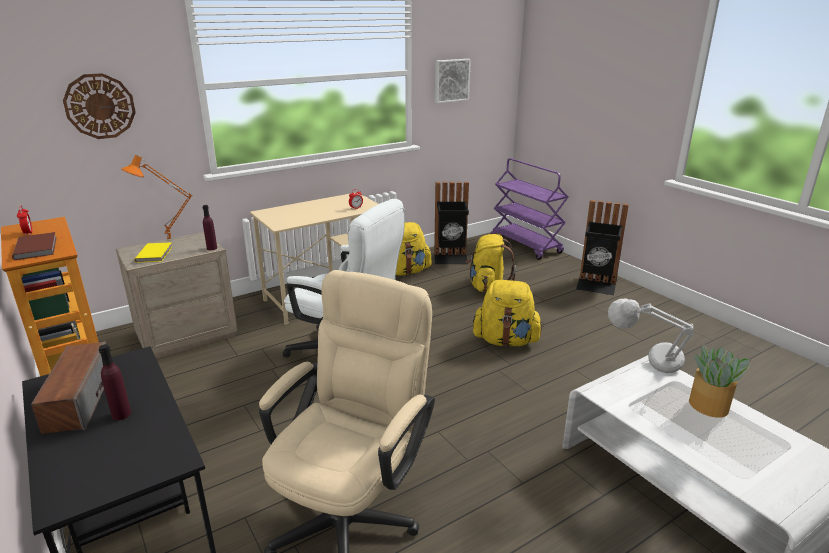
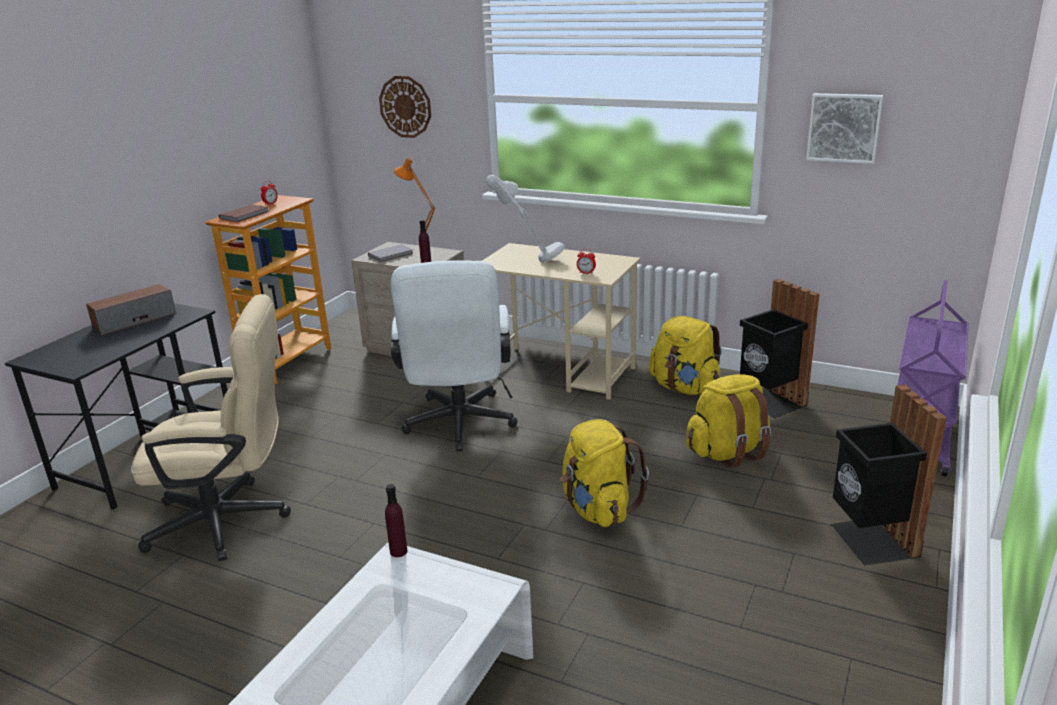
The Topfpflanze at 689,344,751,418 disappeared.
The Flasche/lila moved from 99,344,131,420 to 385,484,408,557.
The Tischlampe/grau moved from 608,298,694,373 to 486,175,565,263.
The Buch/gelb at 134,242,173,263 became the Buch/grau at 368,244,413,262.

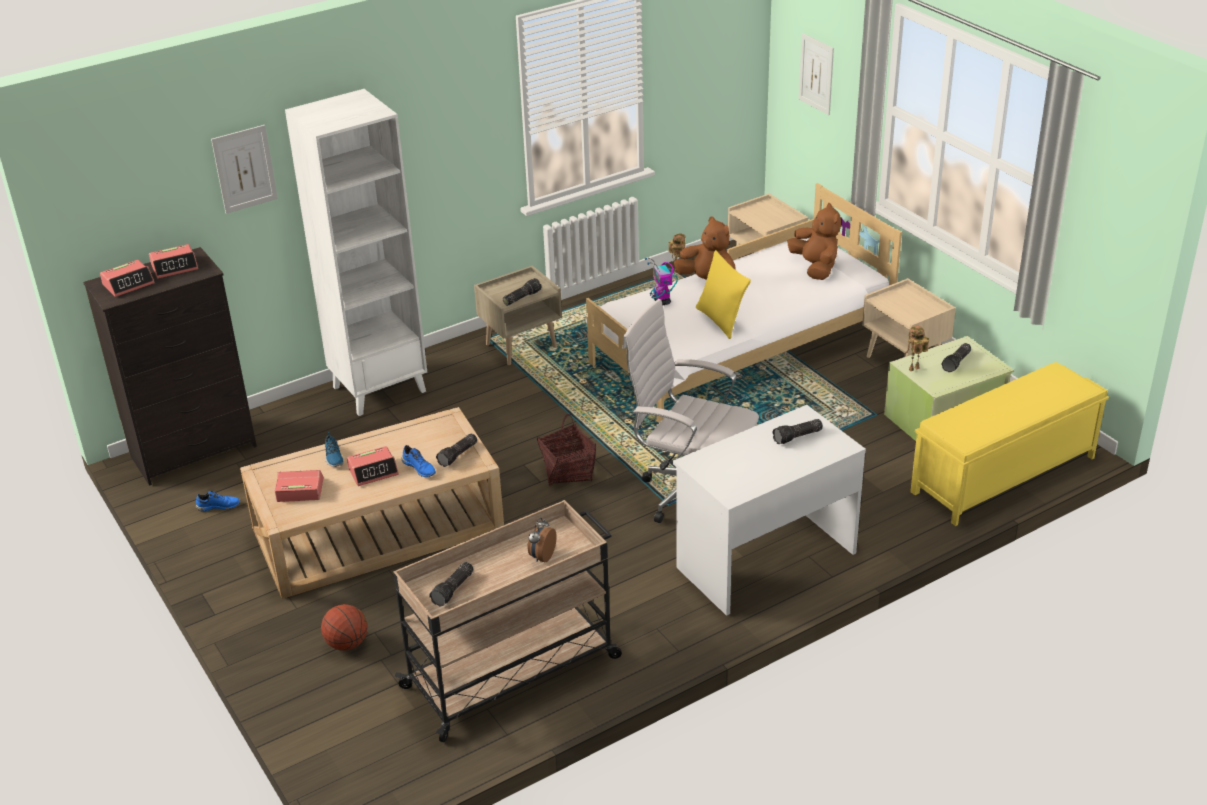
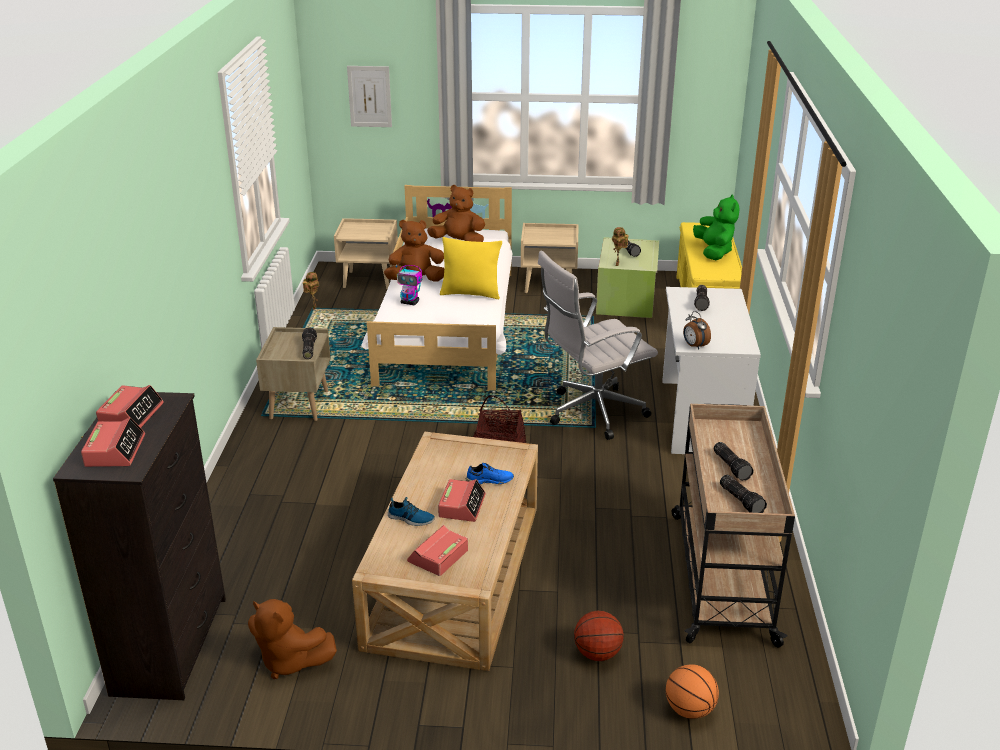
The Bild at 211,125,278,214 disappeared.
The Bücherregal/weiß at 285,89,427,416 disappeared.
The Basketball at 666,664,719,719 appeared.
The Plüschtier/grün at 693,195,740,260 appeared.
The Taschenlampe moved from 436,434,477,467 to 713,442,754,481.
The Wecker moved from 527,518,557,562 to 683,311,711,350.
The Schuh/blau at 196,491,240,511 was replaced by the Plüschtier/braun at 248,599,337,679.

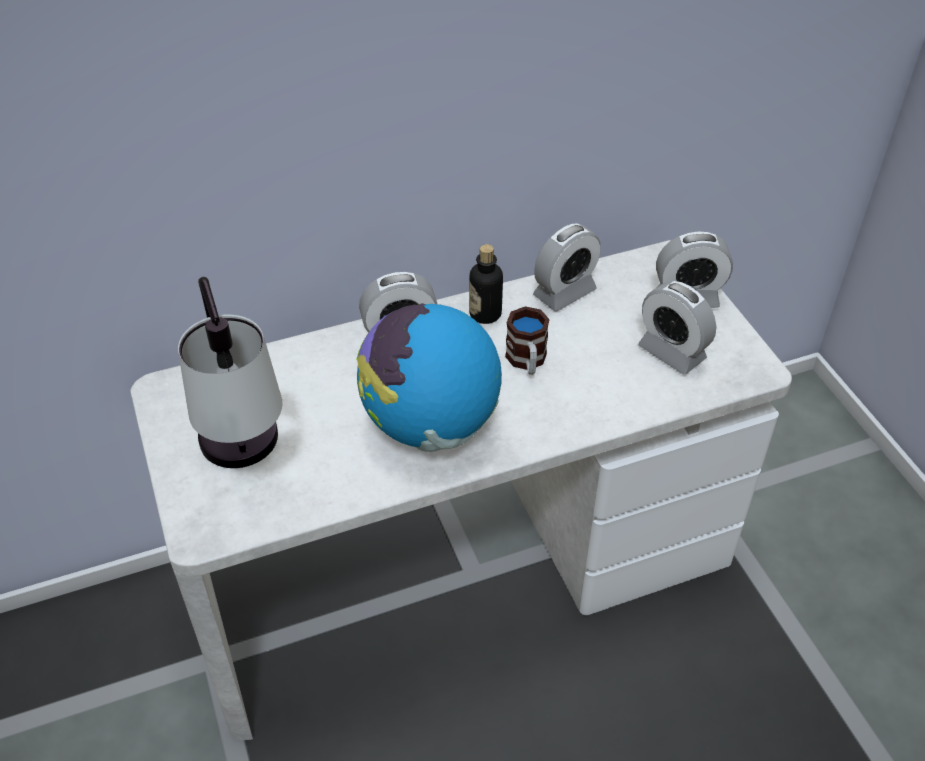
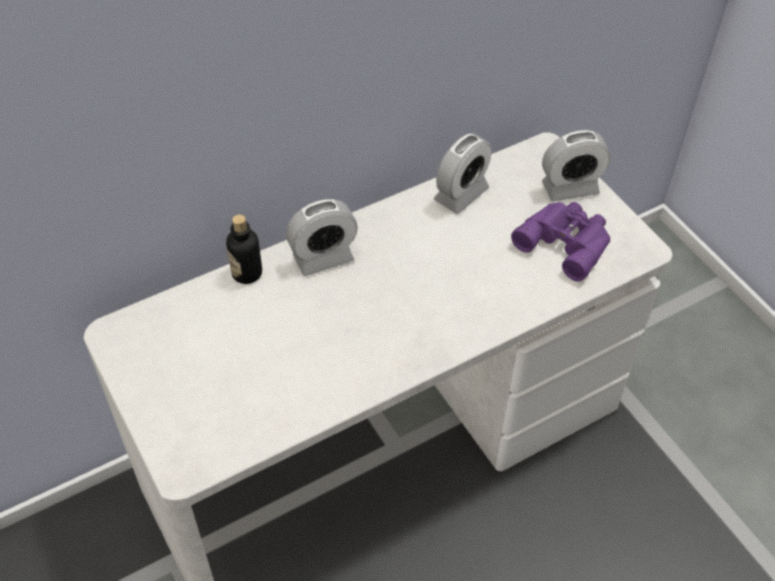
The Tischlampe at 178,277,282,468 disappeared.
The Globus at 356,303,502,452 disappeared.
The Henkelbecher at 505,306,550,375 disappeared.
The Flasche moved from 469,244,503,324 to 226,214,262,284.
The Wecker at 638,281,716,375 was replaced by the Fernglas/lila at 511,202,610,281.

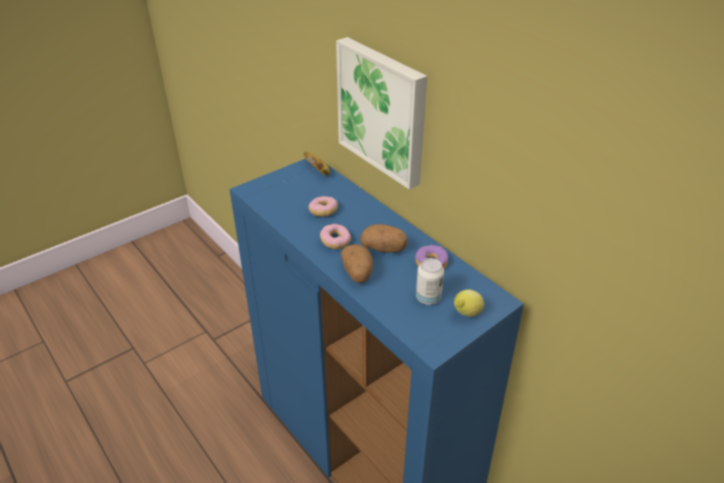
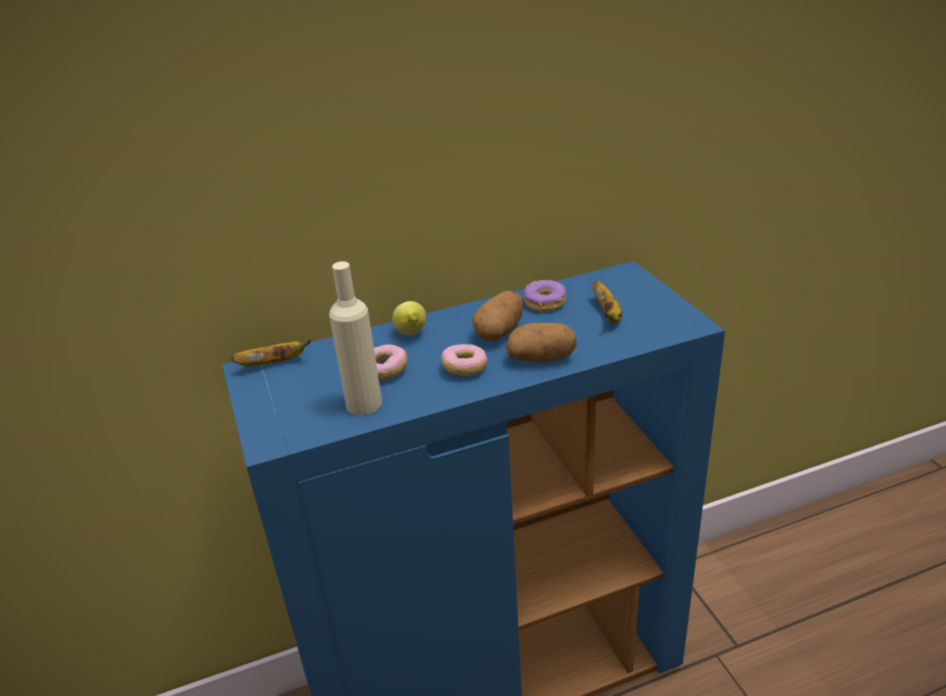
The Bild at 336,37,427,190 disappeared.
The Flasche/beige at 329,261,382,415 appeared.
The Zitrone moved from 454,289,484,317 to 392,301,426,335.
The Dose at 416,258,444,305 was replaced by the Banane at 593,281,622,324.

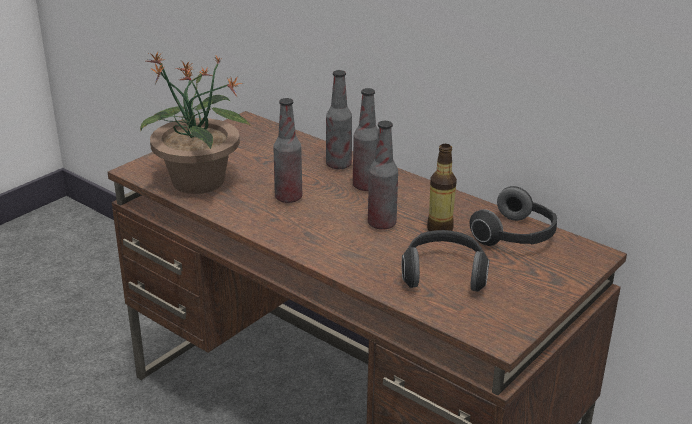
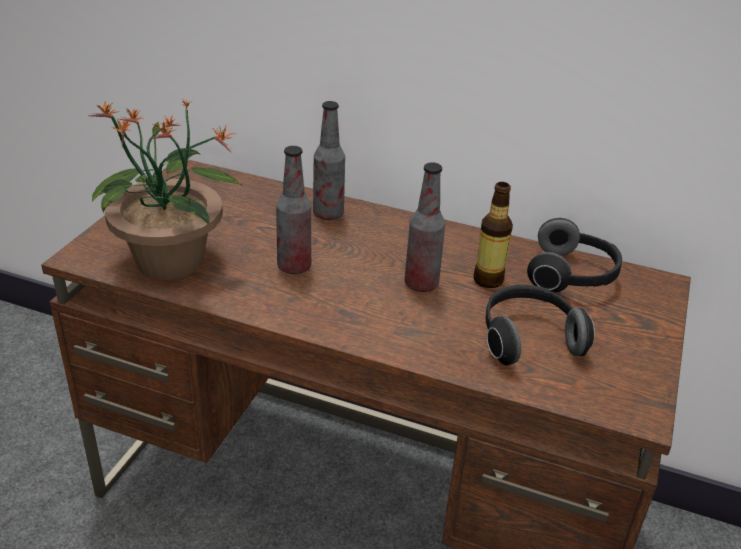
The Flasche at 353,88,378,191 disappeared.

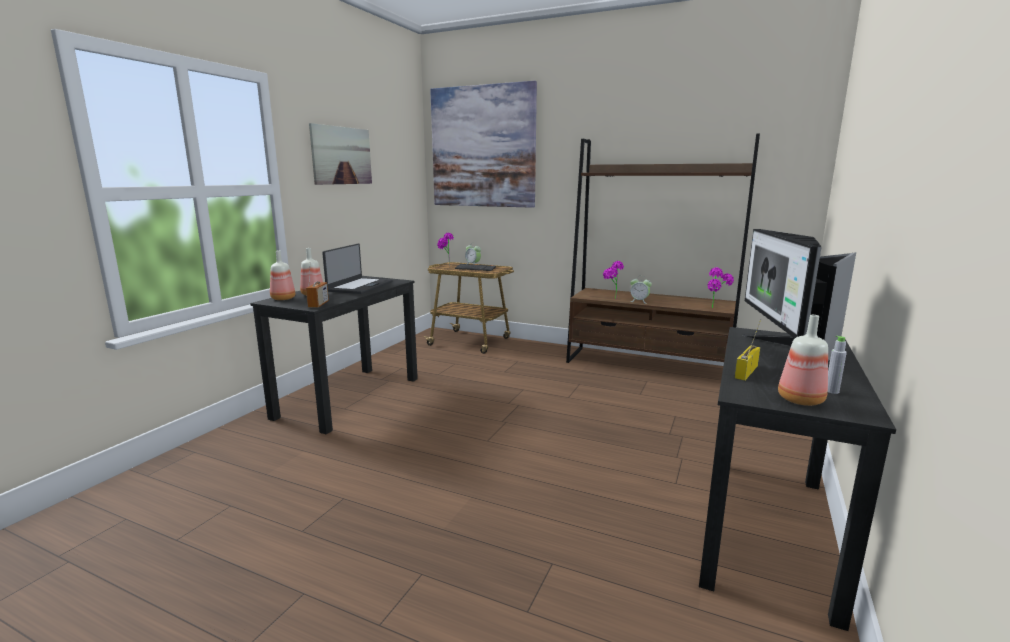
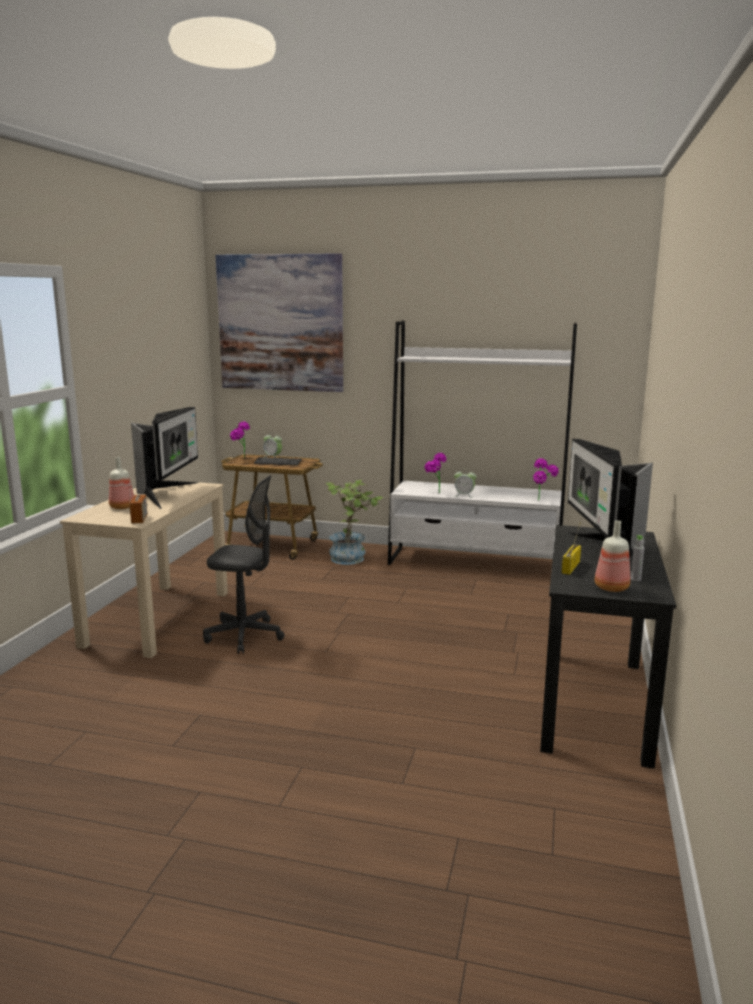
The Flasche at 270,251,295,300 disappeared.
The Bild at 309,123,372,185 disappeared.
The Bürostuhl/grau at 203,475,285,654 appeared.
The Topfpflanze at 325,480,383,565 appeared.
The Laptop at 322,243,393,294 was replaced by the Monitor at 131,407,198,509.
The Schreibtisch/schwarz at 250,276,418,435 became the Schreibtisch/beige at 60,480,228,658.
The Bücherregal/braun at 566,133,760,363 became the Bücherregal/weiß at 388,320,577,565.

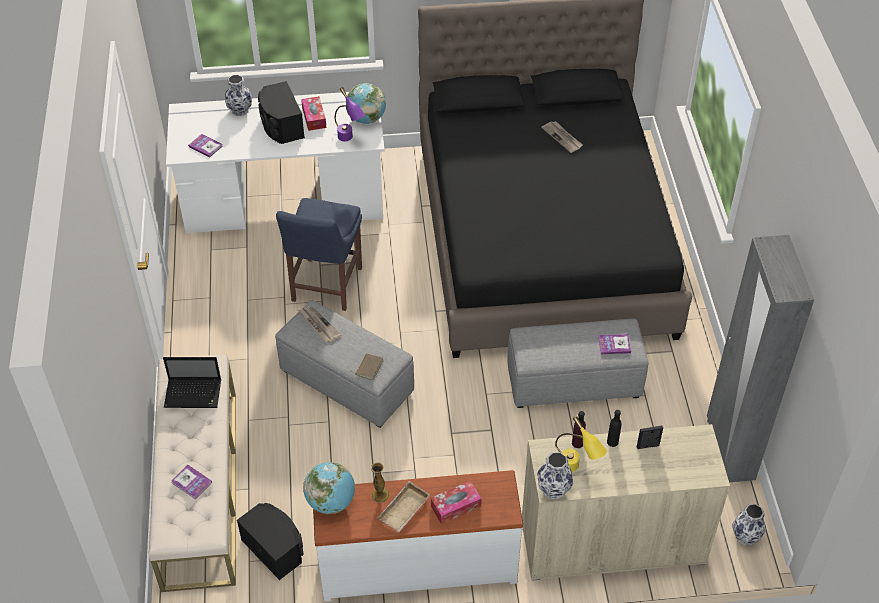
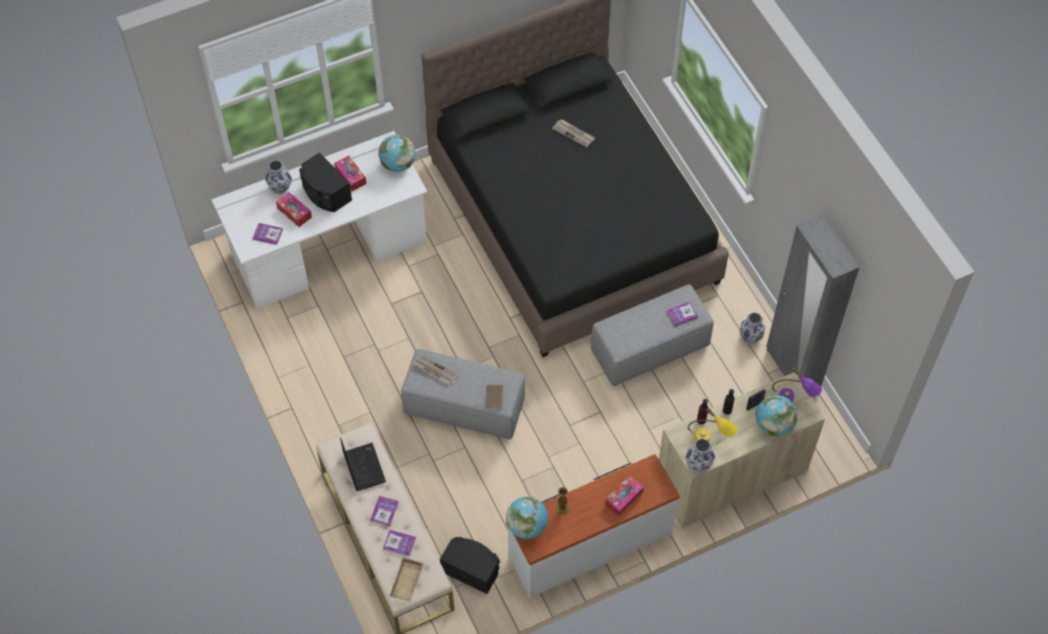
The Stuhl/blau at 276,198,362,311 disappeared.
The Taschentuchbox at 276,192,312,227 appeared.
The Buch at 370,496,399,526 appeared.
The Globus at 756,395,798,436 appeared.
The Tischlampe/lila moved from 335,87,365,141 to 772,367,822,402.
The Tablett/beige moved from 377,481,431,532 to 389,557,424,602.
The Vase moved from 732,504,766,546 to 739,312,765,344.
The Laptop at 163,357,221,408 turned 90 degrees counterclockwise.

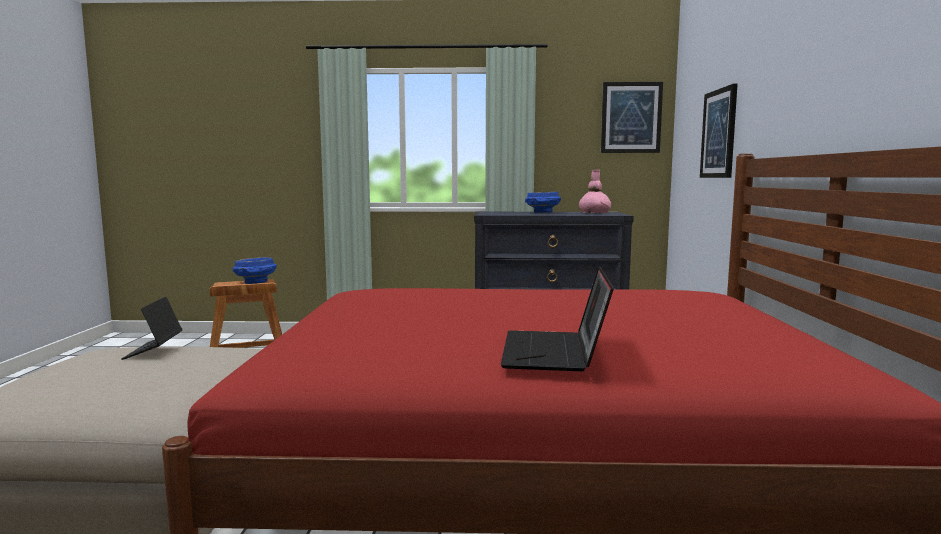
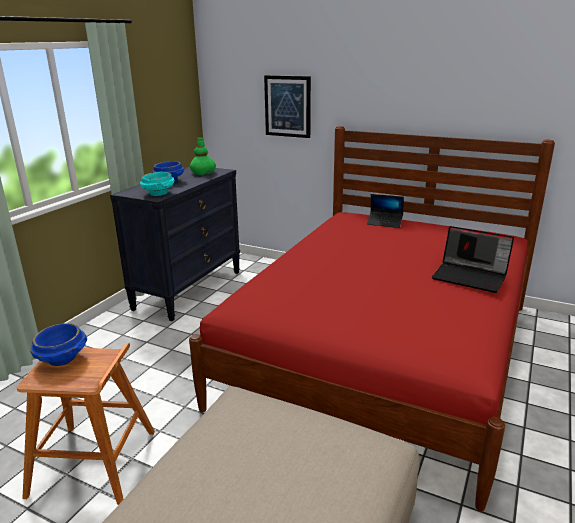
The Bild at 601,82,663,153 disappeared.
The Schüssel/türkis at 140,172,175,196 appeared.
The Laptop moved from 122,297,182,360 to 367,194,404,228.
The Vase/rosa at 579,170,611,213 became the Vase/grün at 190,137,216,175.

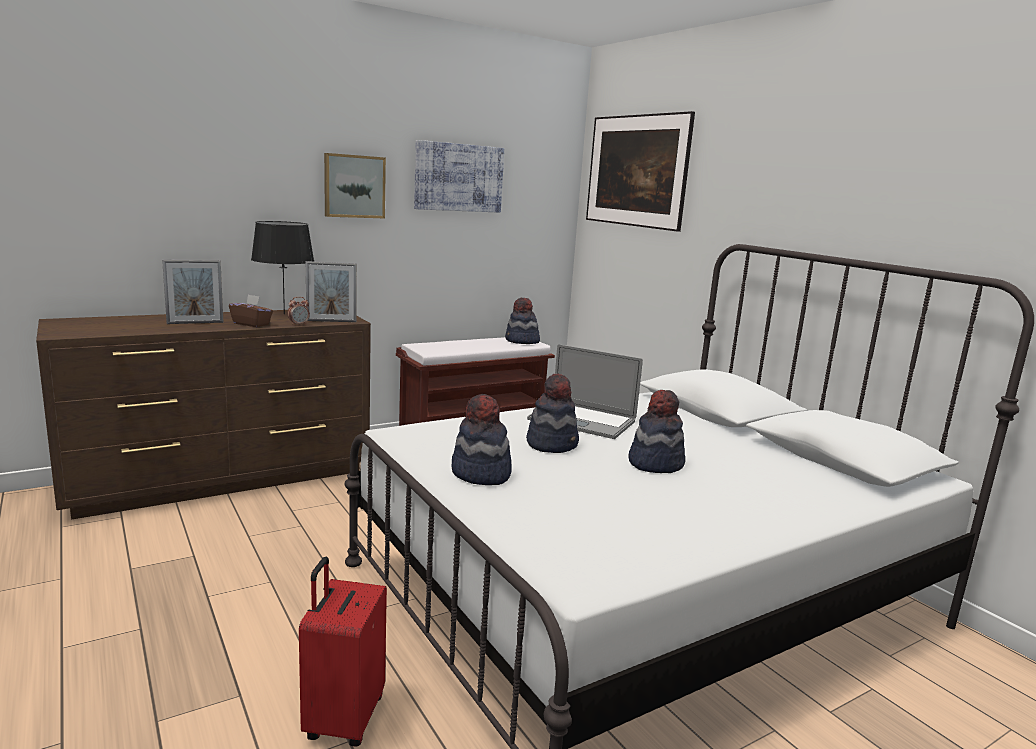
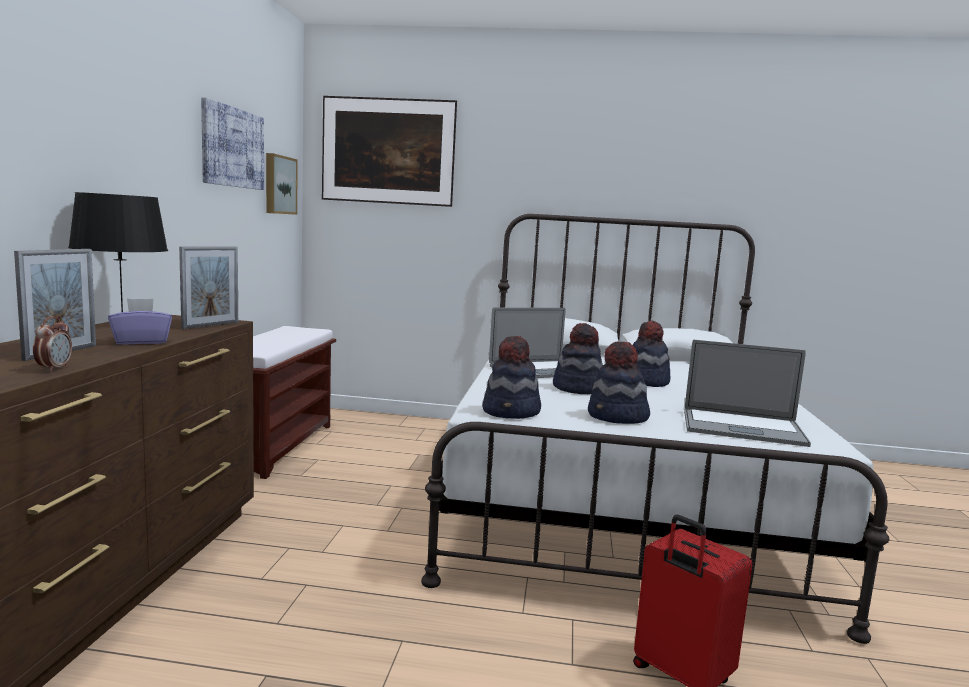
The Laptop at 684,340,811,447 appeared.
The Wecker moved from 287,297,310,326 to 33,316,72,372.
The Bild moved from 324,153,386,218 to 266,153,298,215.
The Hut moved from 505,298,540,344 to 482,336,541,419.
The Taschentuchbox/braun at 229,294,273,327 became the Taschentuchbox/lila at 108,298,172,345.

